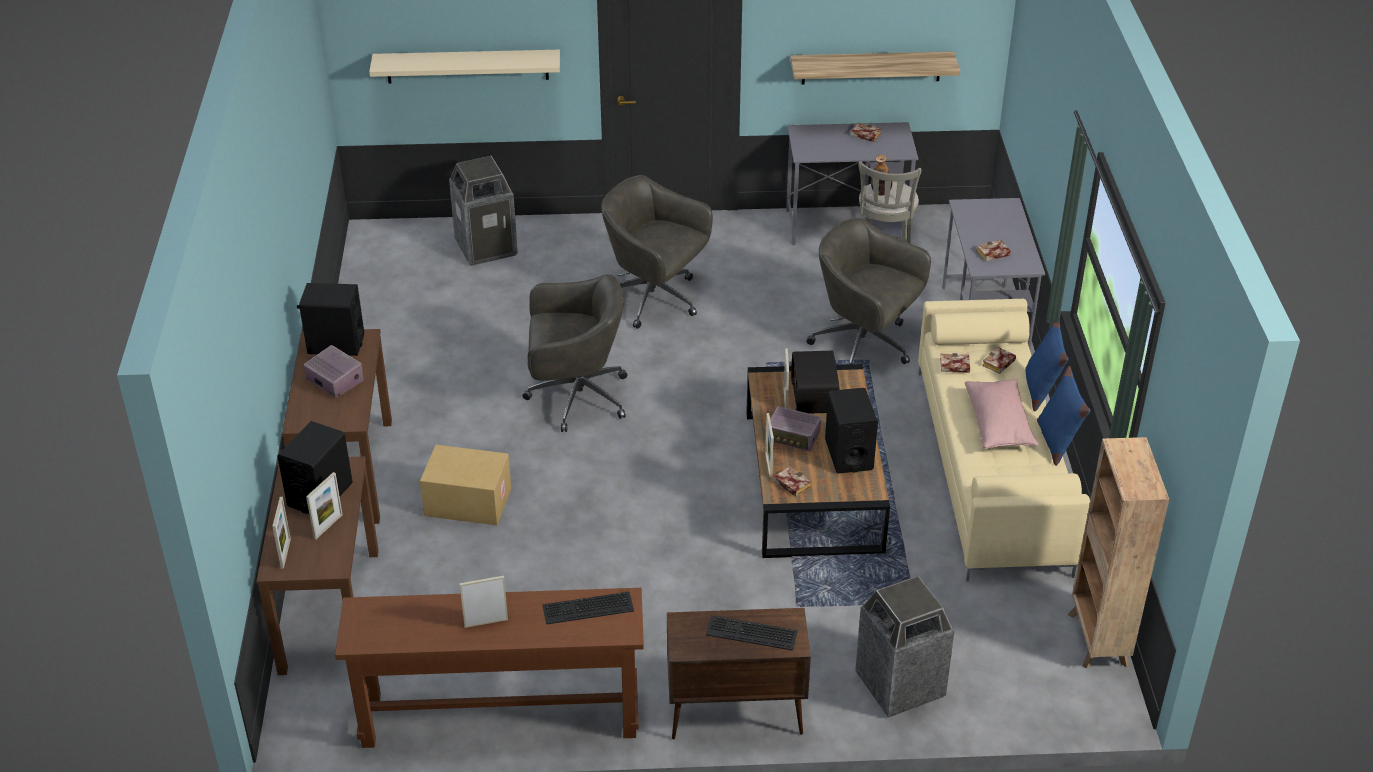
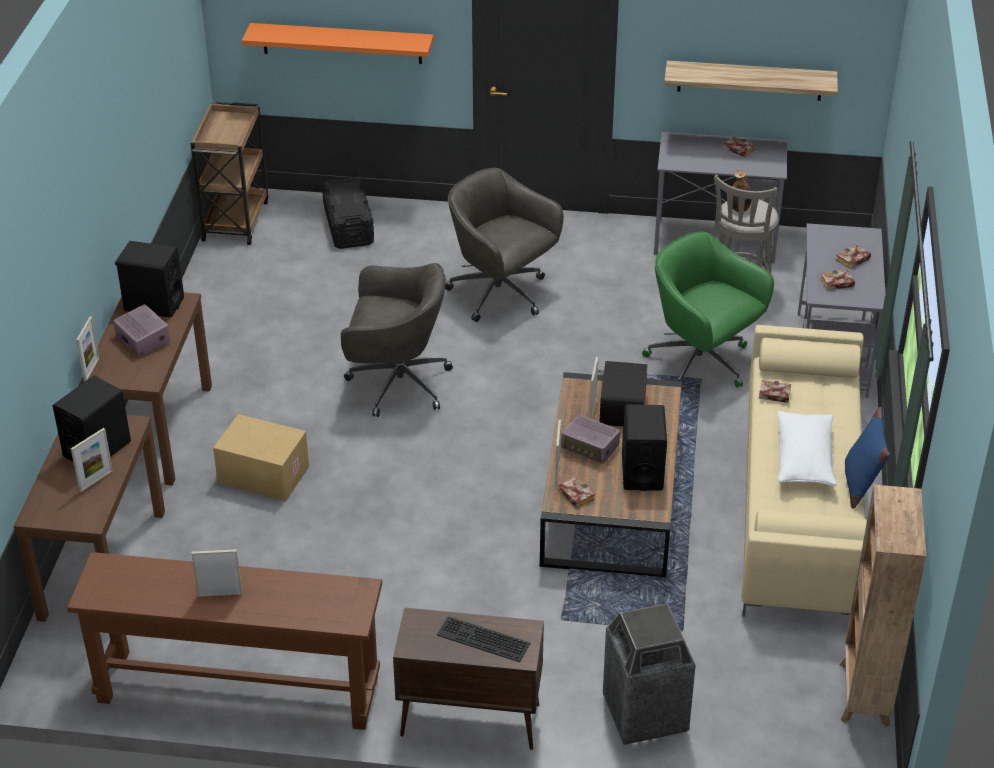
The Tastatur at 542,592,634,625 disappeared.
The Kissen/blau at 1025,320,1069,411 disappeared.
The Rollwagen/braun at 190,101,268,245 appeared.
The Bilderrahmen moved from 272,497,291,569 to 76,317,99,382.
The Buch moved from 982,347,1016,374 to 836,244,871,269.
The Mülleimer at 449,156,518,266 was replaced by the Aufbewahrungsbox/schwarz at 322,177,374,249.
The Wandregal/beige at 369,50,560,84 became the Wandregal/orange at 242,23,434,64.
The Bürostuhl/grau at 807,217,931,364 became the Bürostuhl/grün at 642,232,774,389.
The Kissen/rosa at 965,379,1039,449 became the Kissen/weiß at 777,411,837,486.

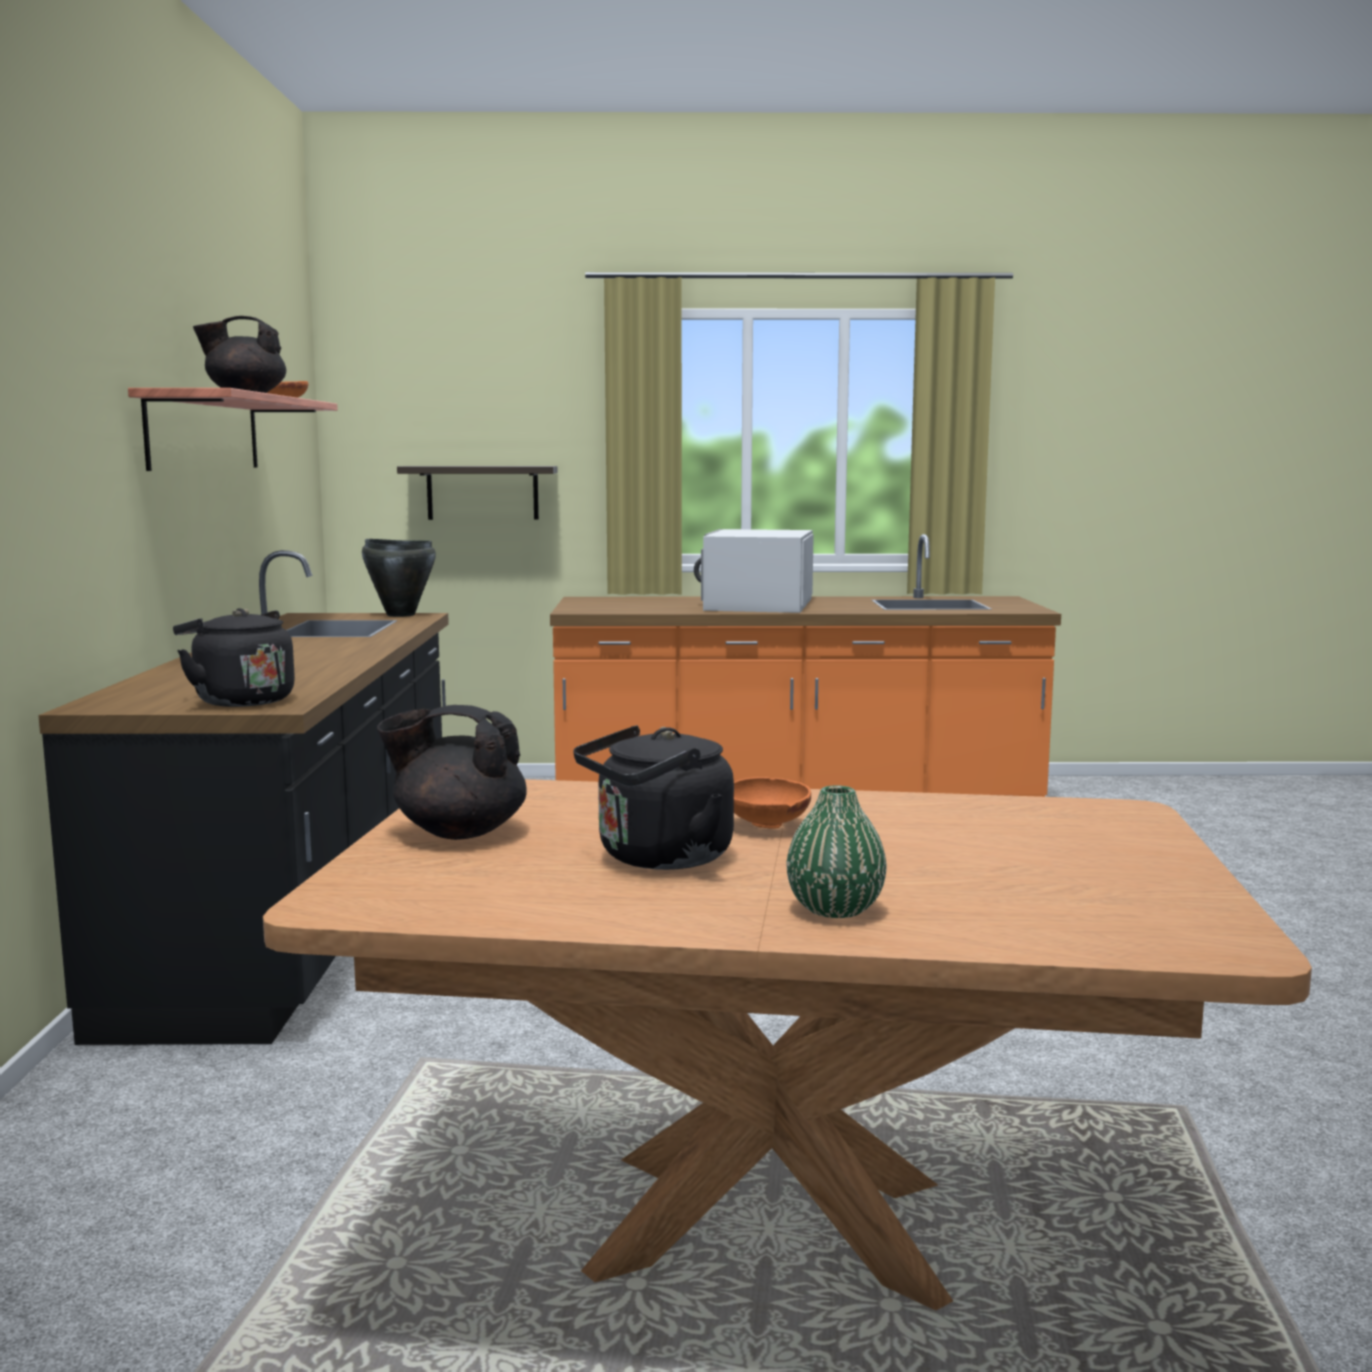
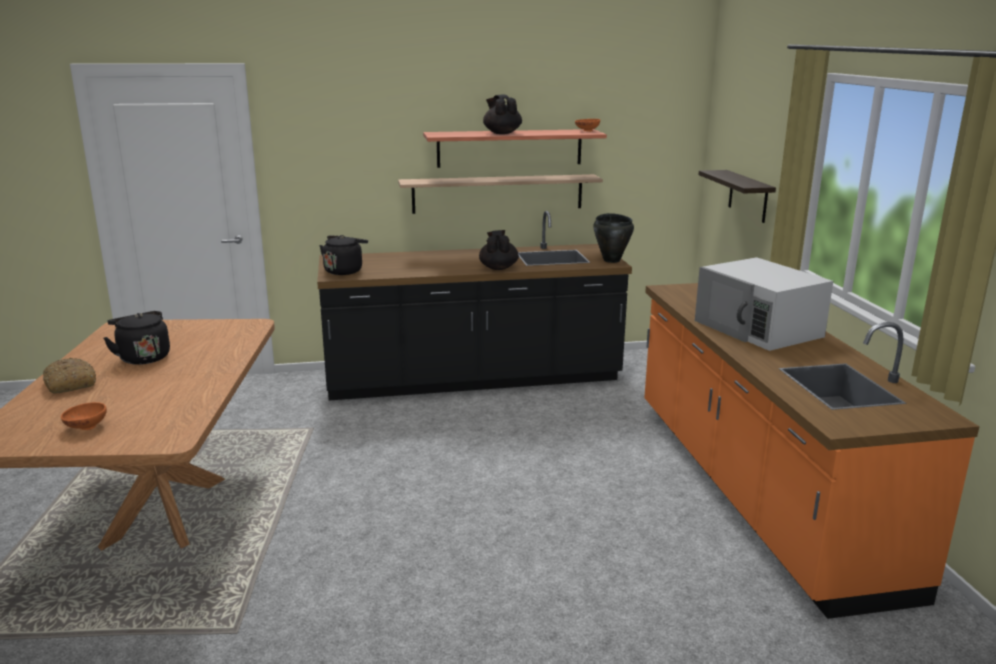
The Wandregal at 398,174,603,214 appeared.
The Teekanne/schwarz moved from 377,705,527,840 to 479,230,519,270.
The Schüssel/orange moved from 734,777,811,829 to 61,402,107,430.
The Vase/grün at 787,785,887,918 was replaced by the Brot at 43,358,96,393.
The Mikrowelle/weiß at 694,529,814,613 turned 120 degrees counterclockwise.

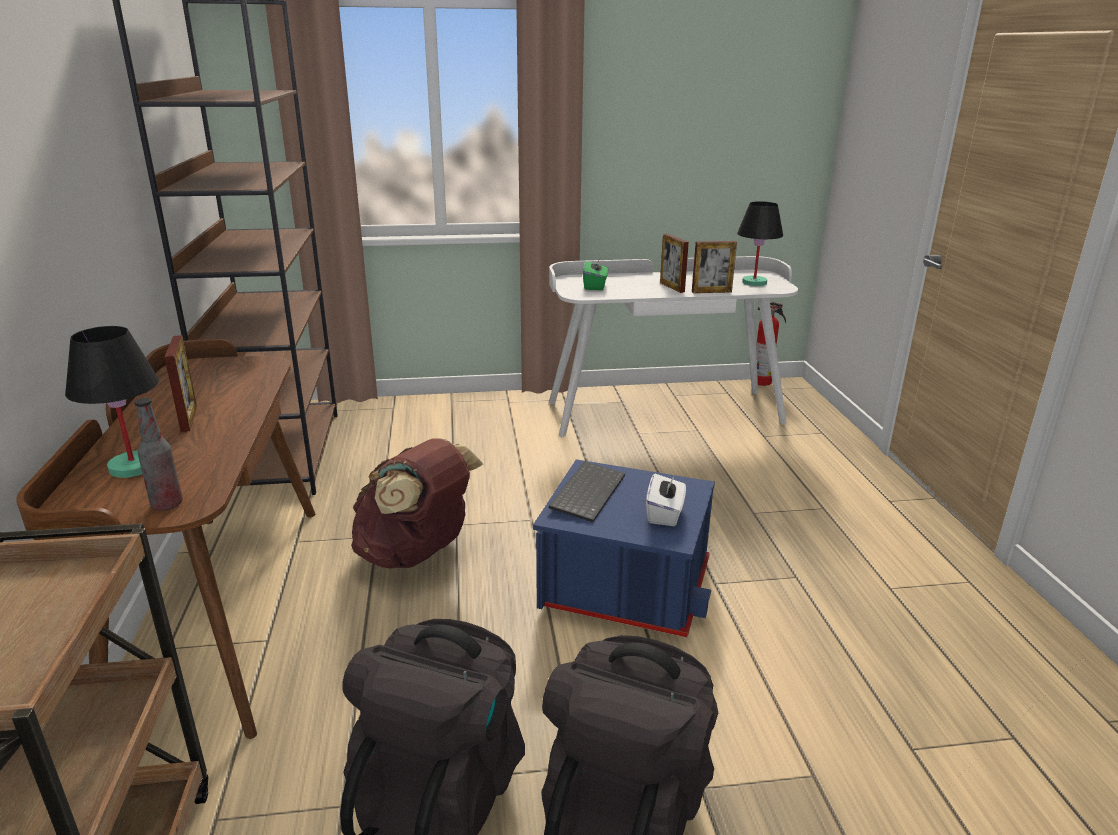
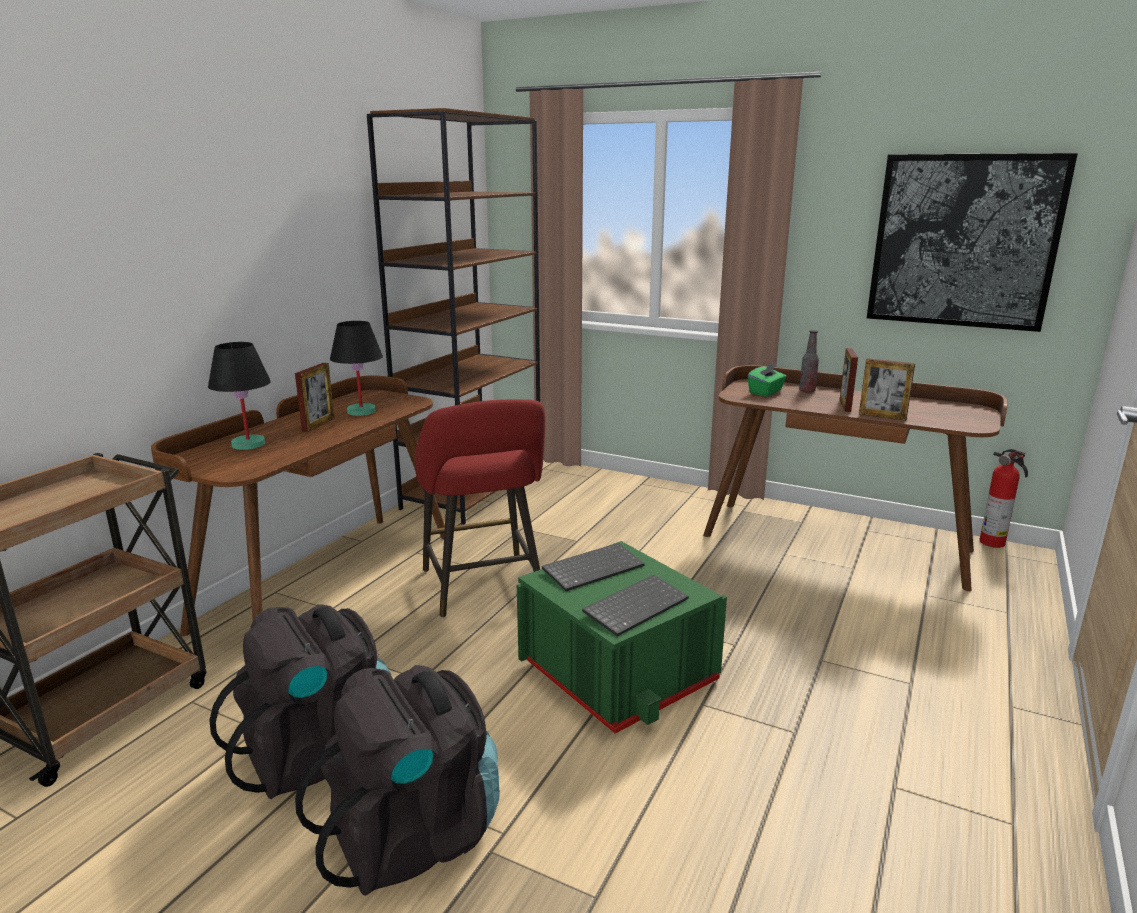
The Bild at 867,153,1078,332 appeared.
The Flasche moved from 134,398,183,511 to 799,330,819,393.
The Tischlampe/schwarz moved from 737,201,783,286 to 330,321,383,416.
The Rucksack/braun at 351,439,483,569 was replaced by the Hocker/rot at 415,399,545,618.
The Taschentuchbox/weiß at 646,472,686,526 was replaced by the Tastatur at 582,575,689,637.
The Aufbewahrungsbox/blau at 533,459,715,637 became the Aufbewahrungsbox/grün at 517,541,727,734.
The Schreibtisch/weiß at 549,256,798,437 became the Schreibtisch/braun at 703,365,1007,591.

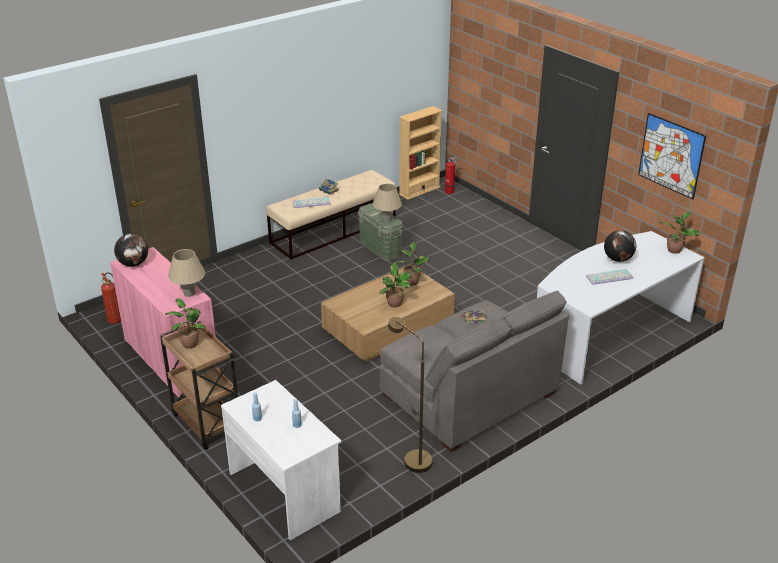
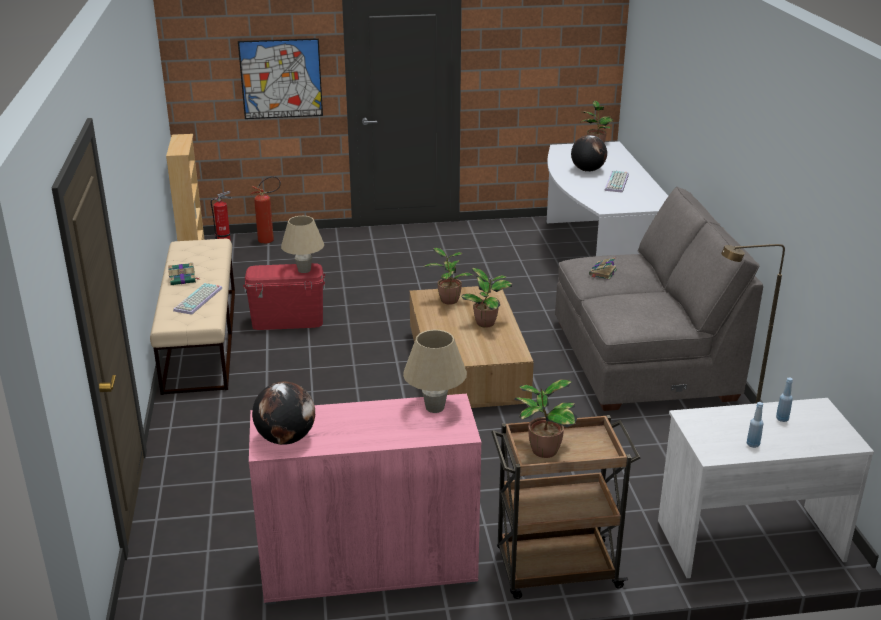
The Feuerlöscher moved from 101,272,121,324 to 250,176,281,244.
The Bild moved from 638,113,706,200 to 238,38,323,119.
The Aufbewahrungsbox/grün at 358,203,403,261 became the Aufbewahrungsbox/rot at 243,263,325,330.

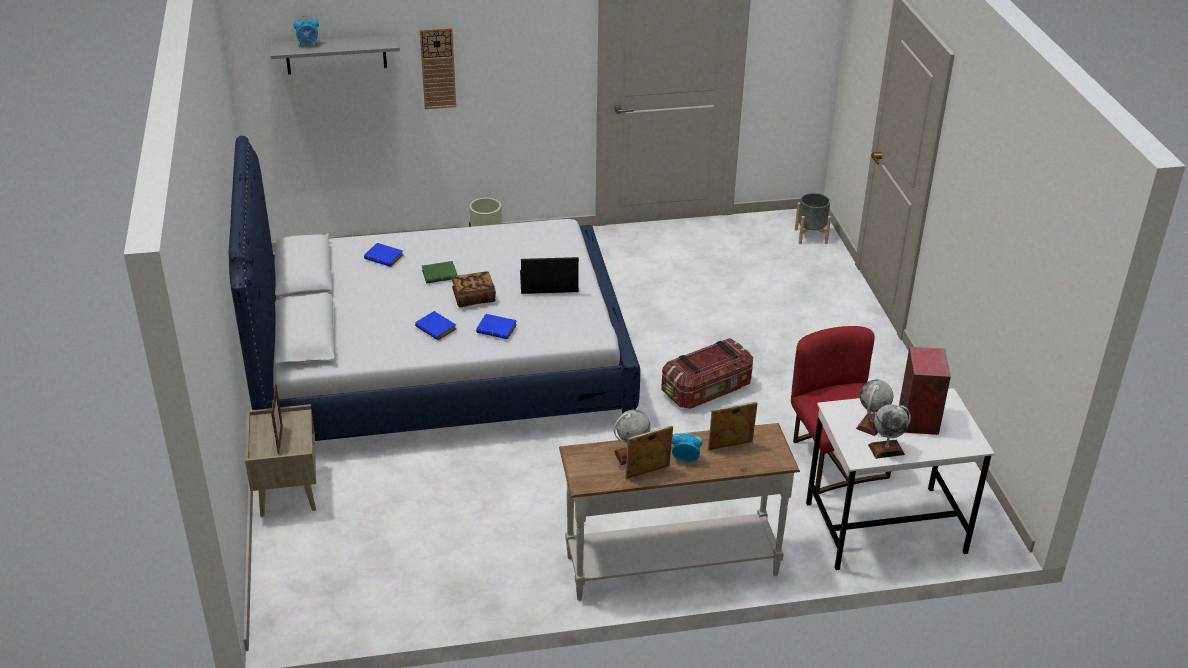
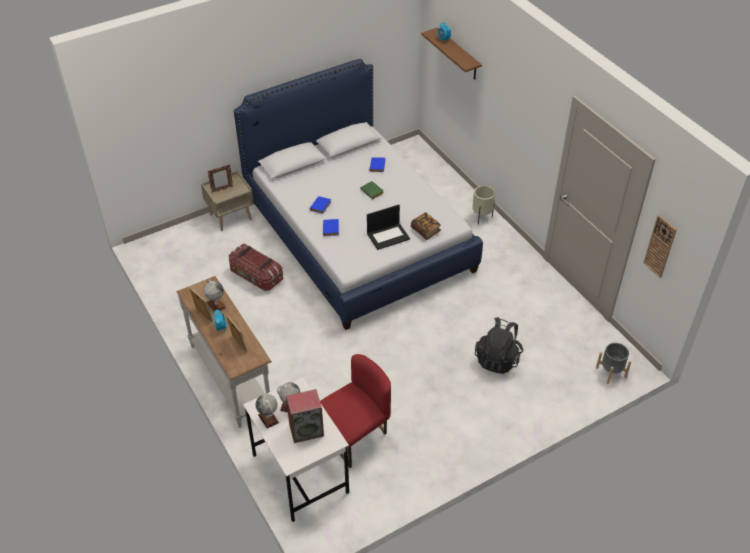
The Rucksack/schwarz at 475,317,524,374 appeared.
The Wanduhr moved from 420,27,456,109 to 644,215,677,278.
The Buch moved from 451,271,496,307 to 411,212,441,240.
The Aufbewahrungsbox moved from 661,338,753,409 to 229,243,283,291.
The Wandregal/grau at 270,35,400,75 became the Wandregal/braun at 421,28,482,80.
The Laptop at 520,257,579,294 turned 90 degrees clockwise.

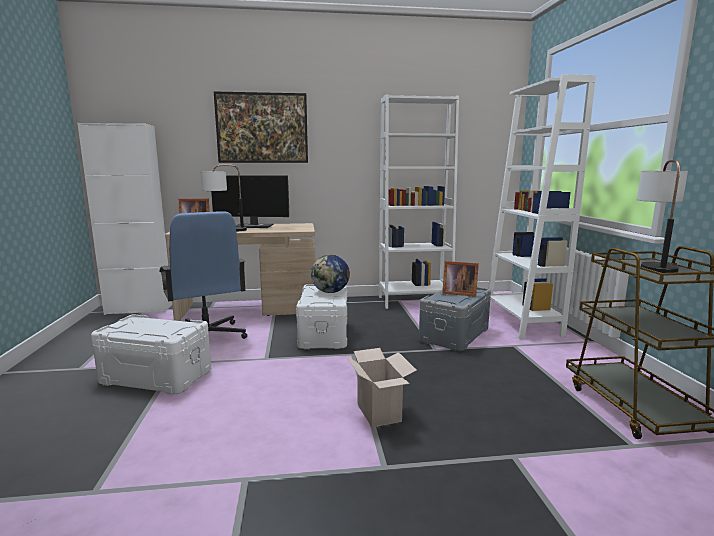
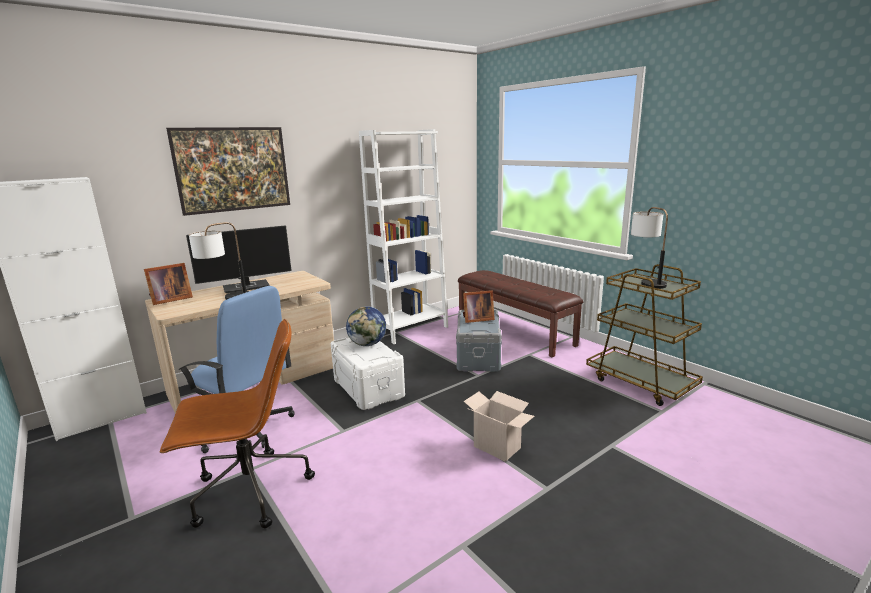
The Aufbewahrungsbox/weiß at 91,315,211,395 was replaced by the Bürostuhl/braun at 160,319,315,528.
The Bücherregal/weiß at 488,74,596,339 was replaced by the Bank/braun at 458,270,583,357.

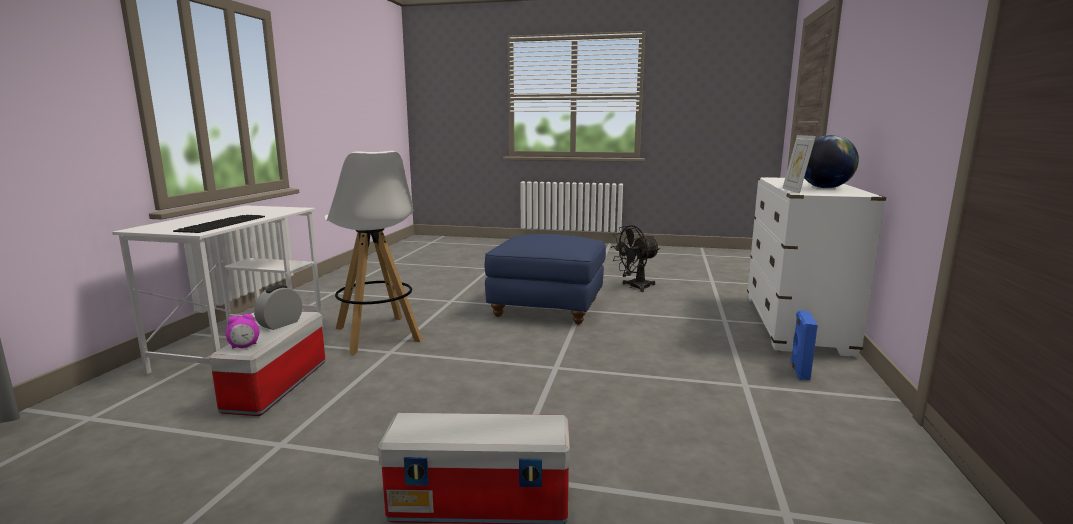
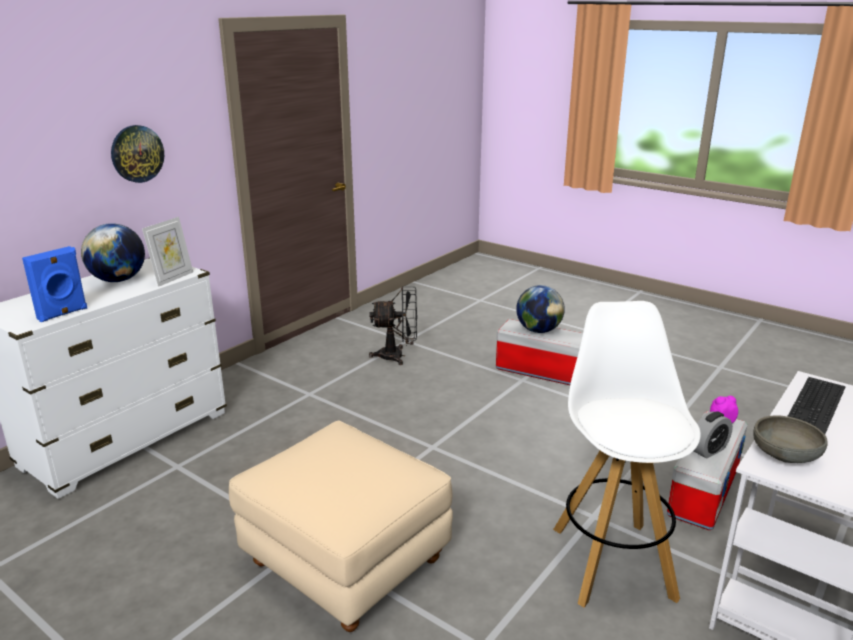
The Wanduhr at 111,125,164,183 appeared.
The Globus at 516,285,565,333 appeared.
The Schüssel/grau at 753,415,828,463 appeared.
The Ventilator/schwarz moved from 610,225,660,292 to 369,286,417,365.
The Lautsprecher/blau moved from 791,310,818,380 to 22,246,87,322.
The Polsterhocker/blau at 484,234,606,325 became the Polsterhocker/beige at 229,421,453,632.

